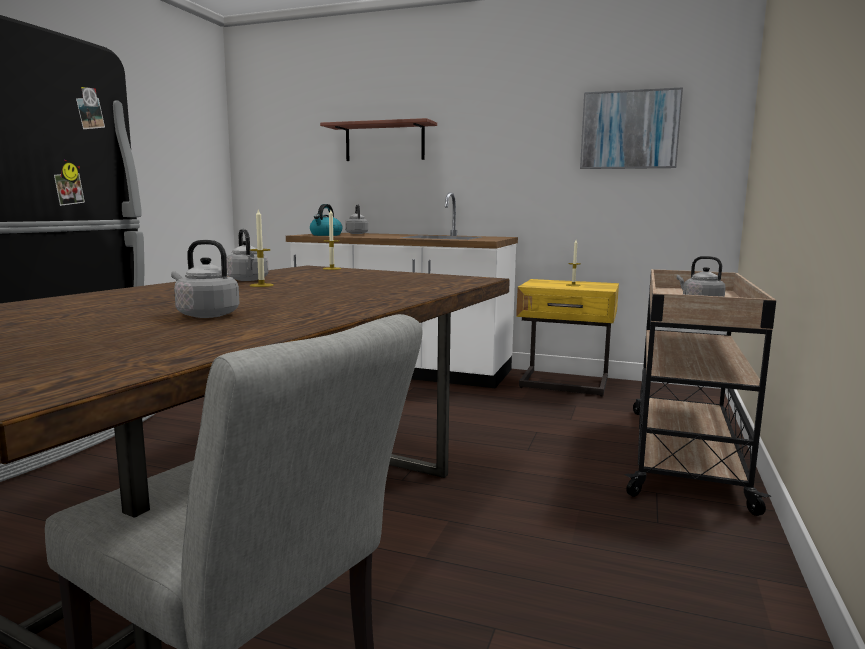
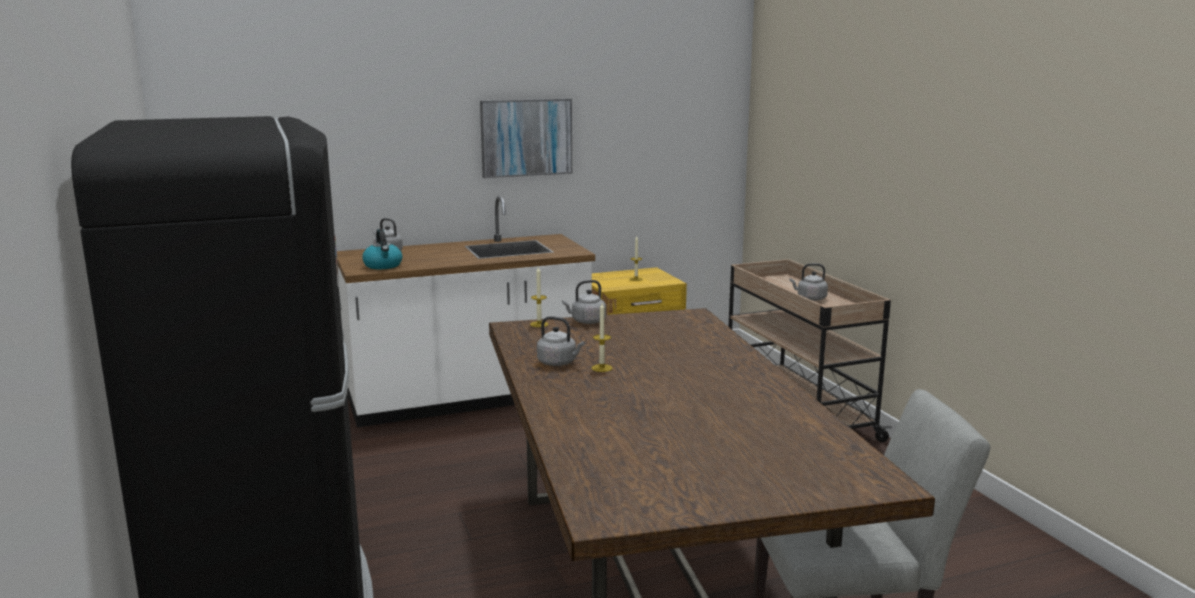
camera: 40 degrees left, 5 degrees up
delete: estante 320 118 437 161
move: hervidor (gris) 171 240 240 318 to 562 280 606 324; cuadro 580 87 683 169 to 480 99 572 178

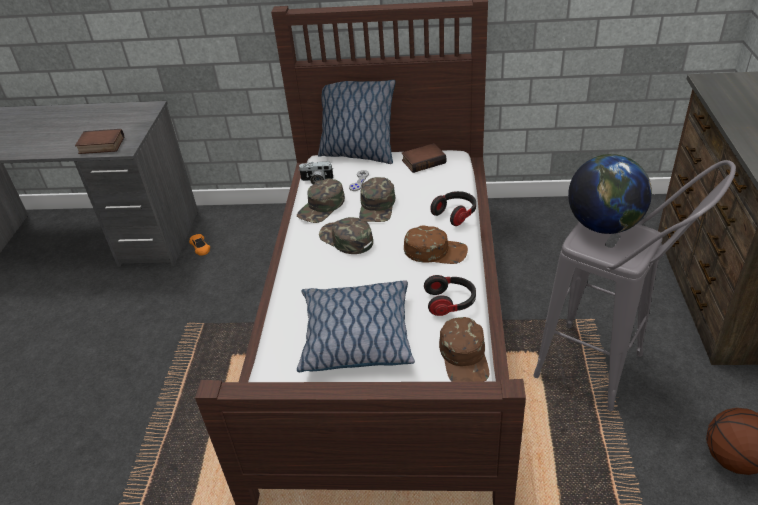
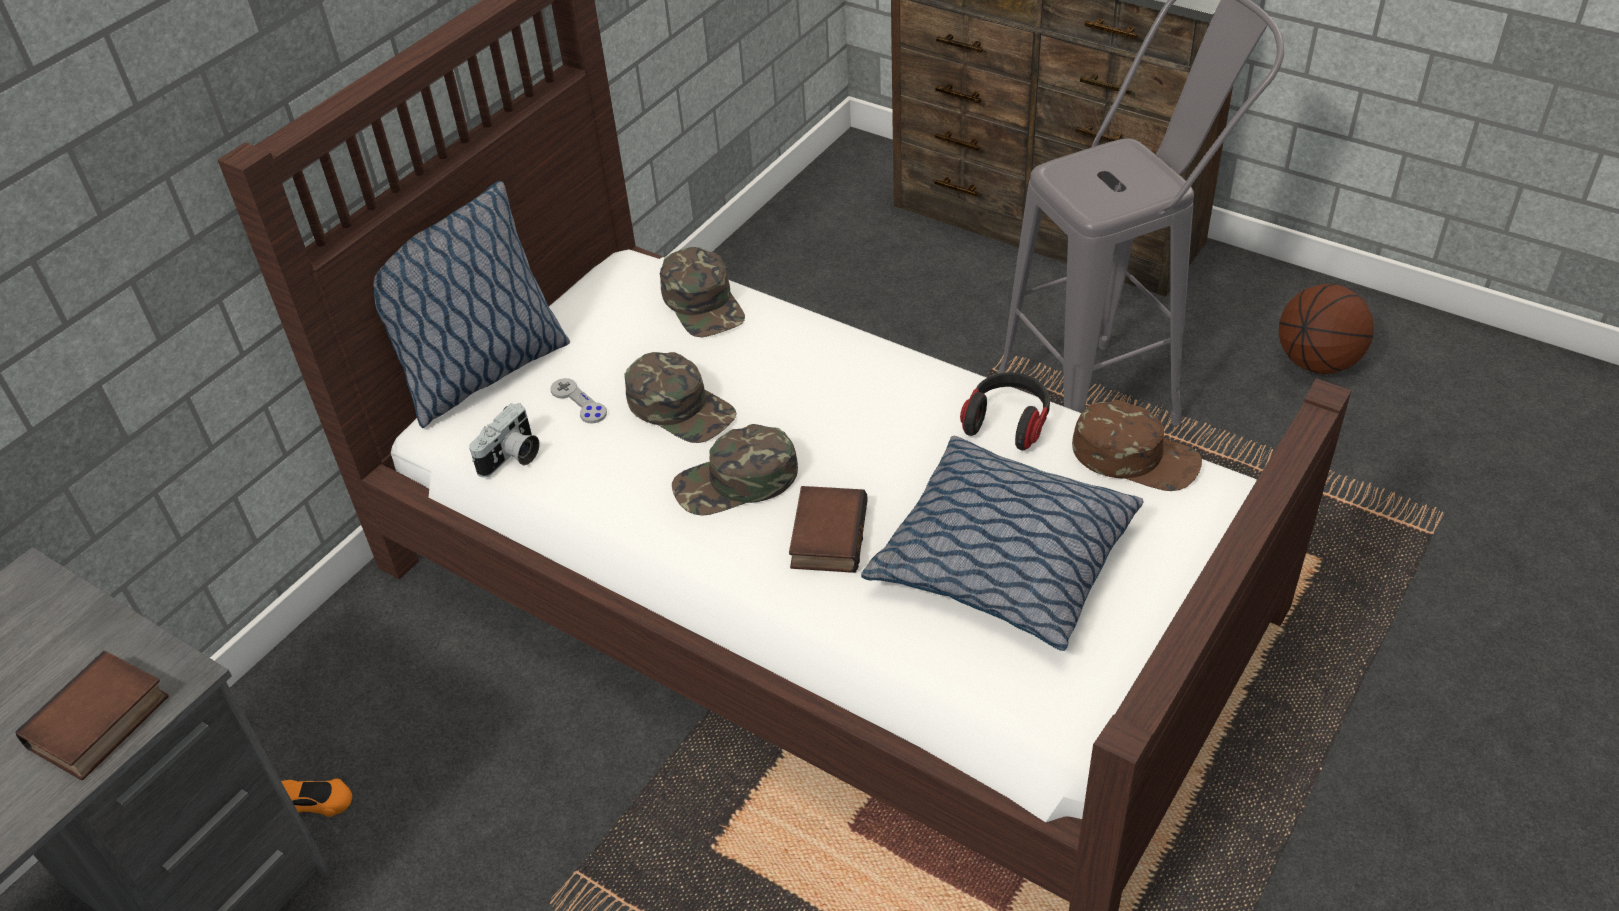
camera: 60 degrees left, 5 degrees up
delete: gorra (marrón) 404 226 468 264; auriculares 430 191 476 226; globo terráqueo 568 154 652 234
move: gorra (verde) 297 179 345 223 to 660 247 745 337; libro 402 143 446 173 to 789 486 867 573

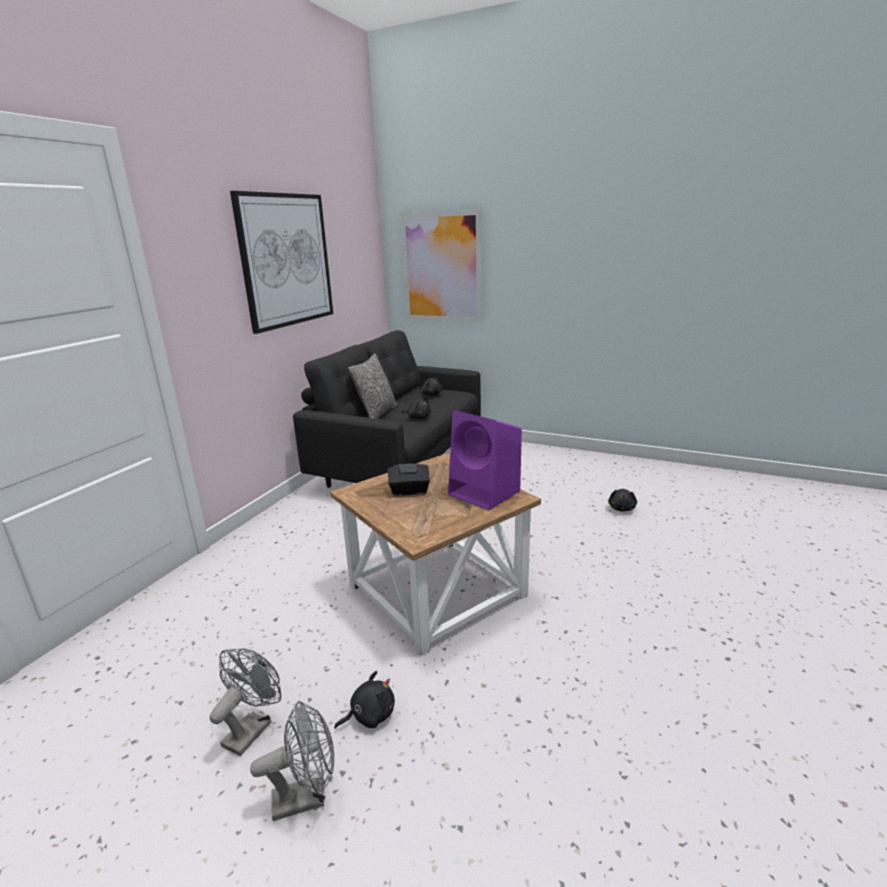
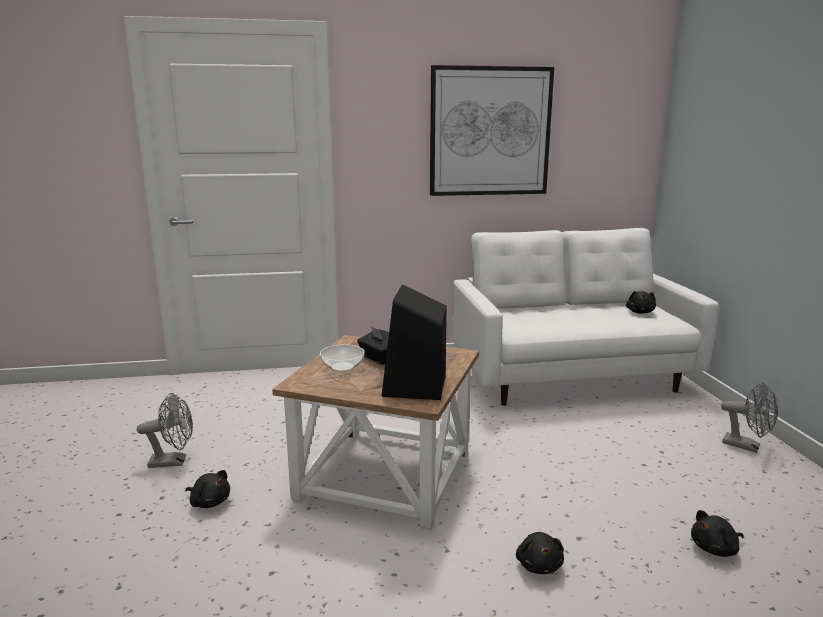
camera: 55 degrees right, 5 degrees down
delete: cojín 348 353 397 419; cuadro 401 210 482 322
insert: cuenco 320 345 365 372
move: ventilador (gris) 250 701 334 821 to 721 382 778 453; peluche (negro) 401 397 431 419 to 516 532 564 574
recolor: sofá (negro) 293 330 481 488 to sofá (blanco) 452 228 719 406; altavoz (morado) 448 410 522 510 to altavoz (negro) 381 284 447 400

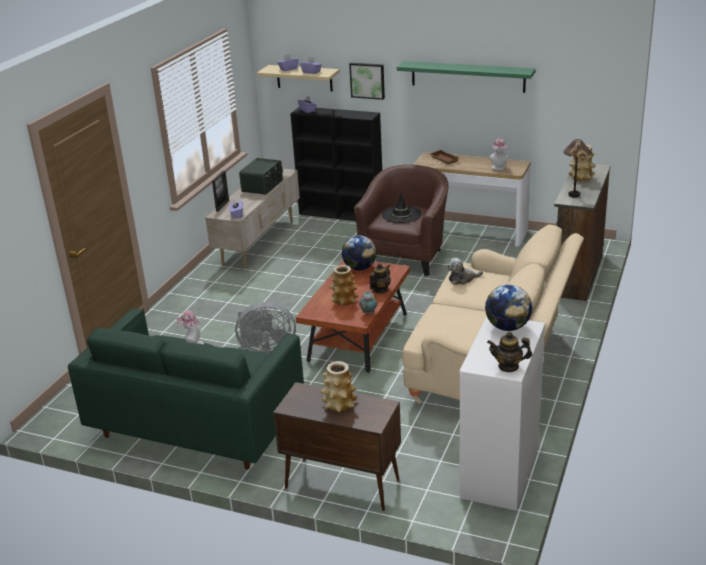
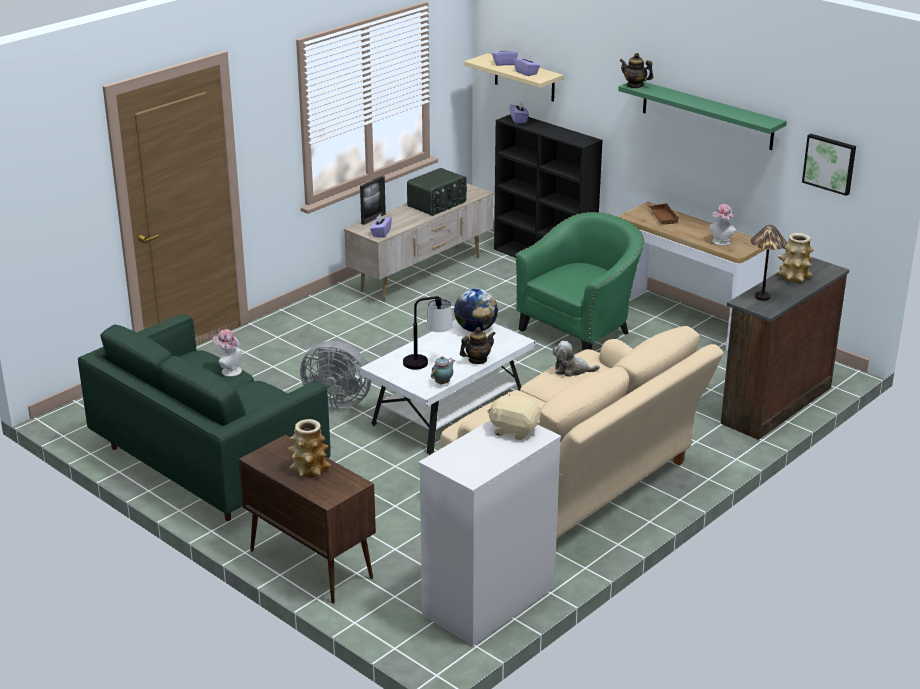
camera: 20 degrees right, 0 degrees up
delete: sombrero (negro) 382 192 422 223
move: cuadro 349 63 385 100 to 802 134 856 196; tetera 487 332 532 372 to 620 53 654 89
replace: florero 329 265 359 305 to lámpara de mesa 403 296 453 370; globo terráqueo 485 285 532 331 to peluche (beis) 487 392 541 440
recolor: mesa de centro (marrón) 296 260 410 373 to mesa de centro (blanco) 360 320 535 455; sillón (marrón) 354 164 448 276 to sillón (verde) 516 212 644 351

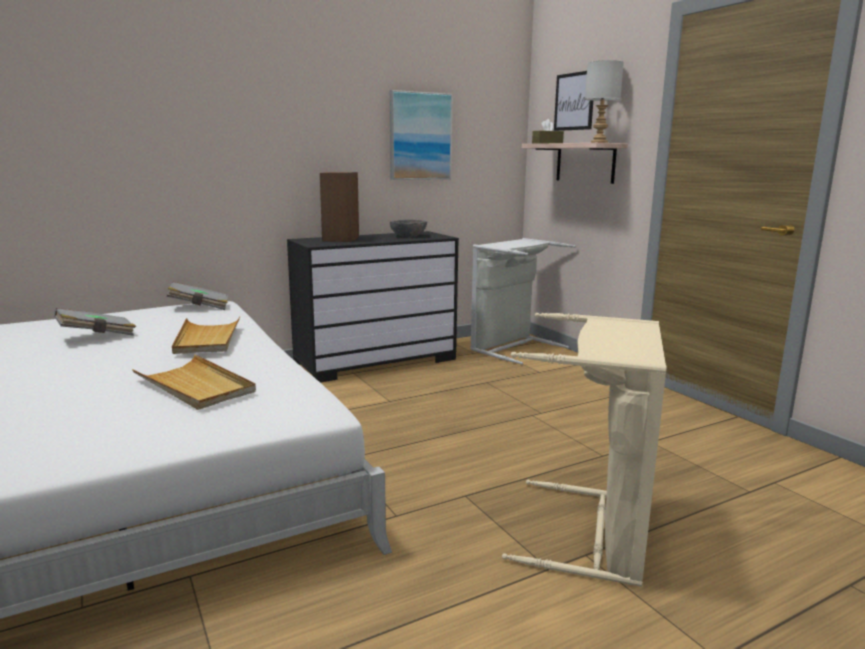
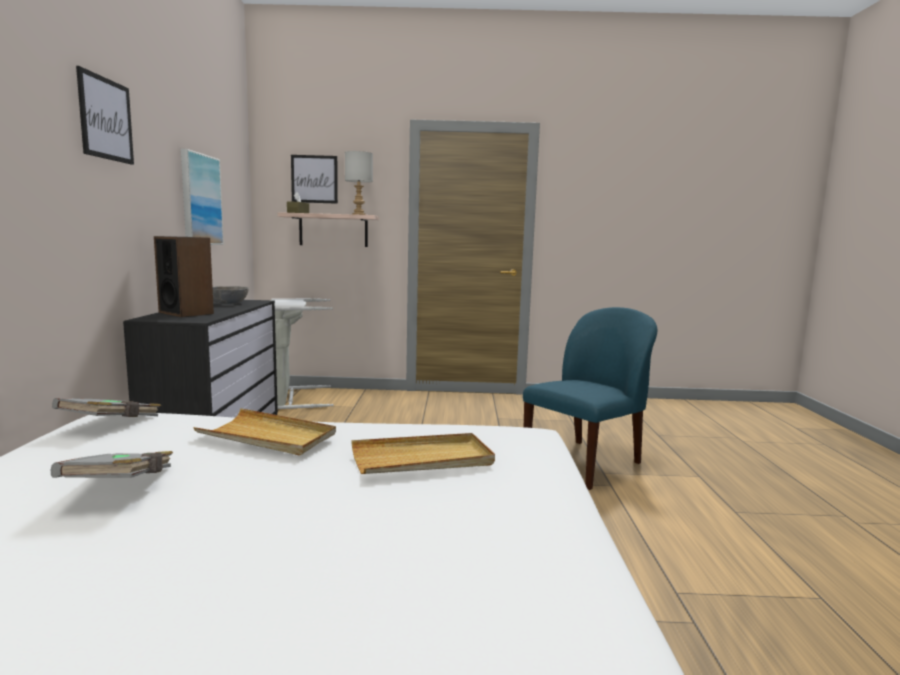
camera: 60 degrees left, 5 degrees down
insert: cuadro 76 66 134 165
replace: cesto de la ropa (beis) 502 313 667 587 to silla (azul) 523 307 657 490

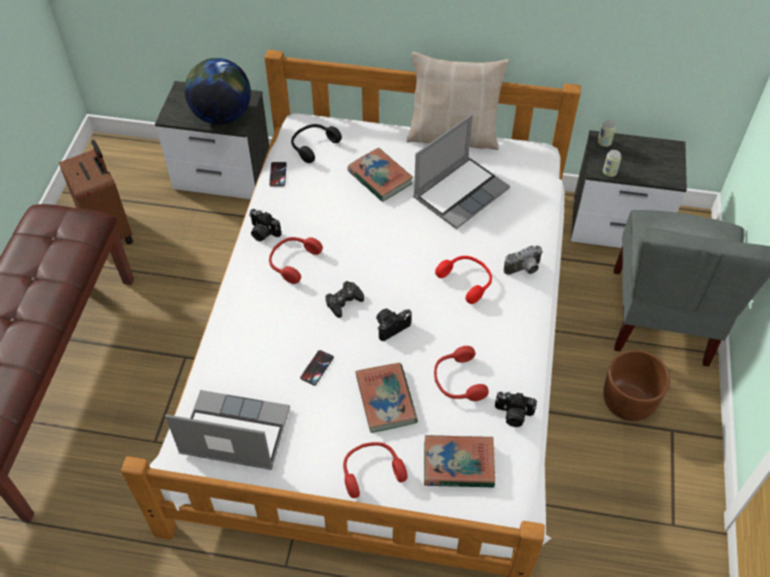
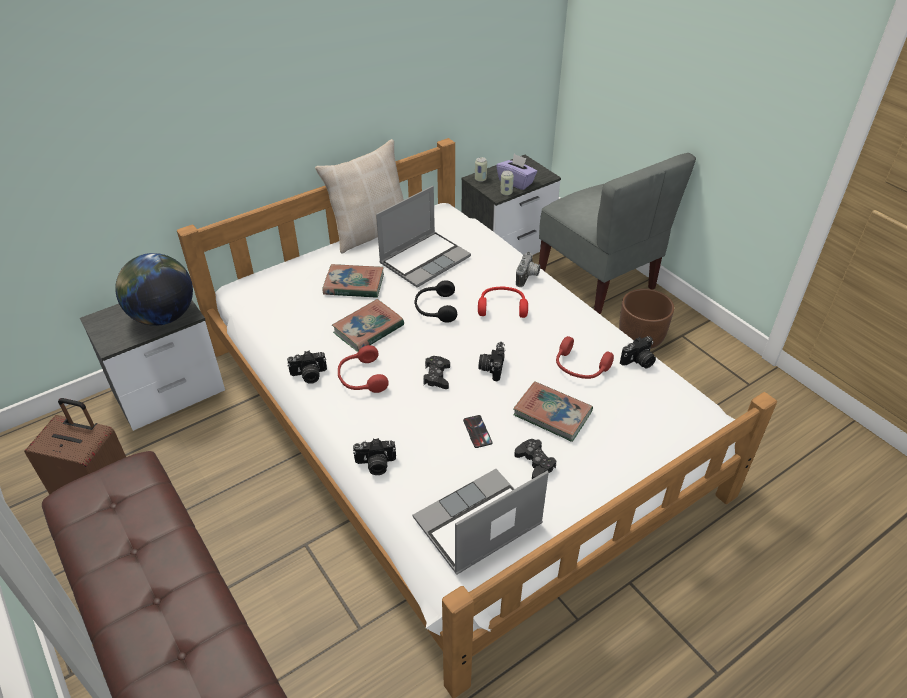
camera: 45 degrees left, 10 degrees down
delete: móvil 269 162 287 187; auriculares (rojo) 343 442 408 498
insert: cámara 353 438 396 475; caja de pañuelos (morado) 496 154 537 190; mando de consola (negro) 514 439 556 479
move: auriculares (negro) 291 124 342 163 to 414 280 457 323; libro 424 435 495 488 to 332 299 404 352
rotate: portátil 413 114 510 229 = 376 186 471 288 45 degrees clockwise

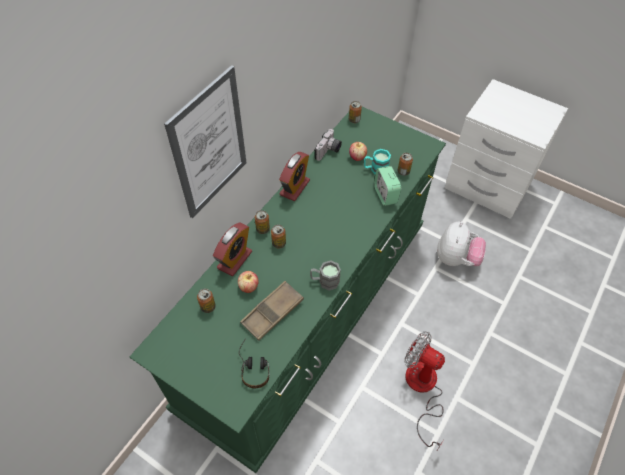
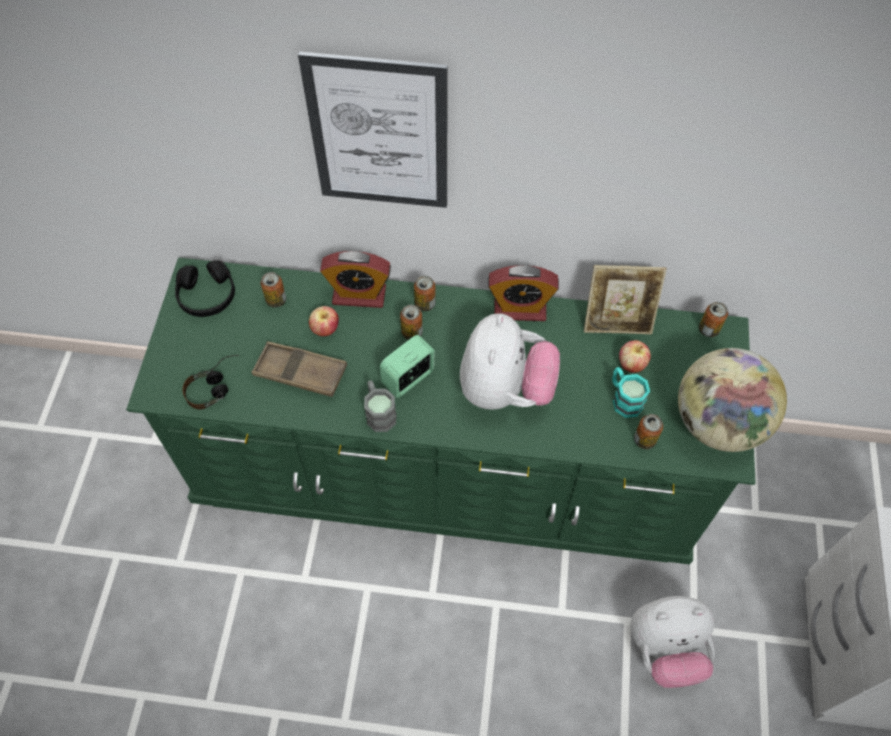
camera: 65 degrees right, 5 degrees up
delete: ventilador 405 331 445 450
insert: auriculares (negro) 175 260 235 317; peluche 460 313 560 410; globo terráqueo 678 348 787 452
move: despertador 374 166 401 206 to 380 335 435 398
replace: cámara 314 129 342 161 to portarretratos 584 265 667 334

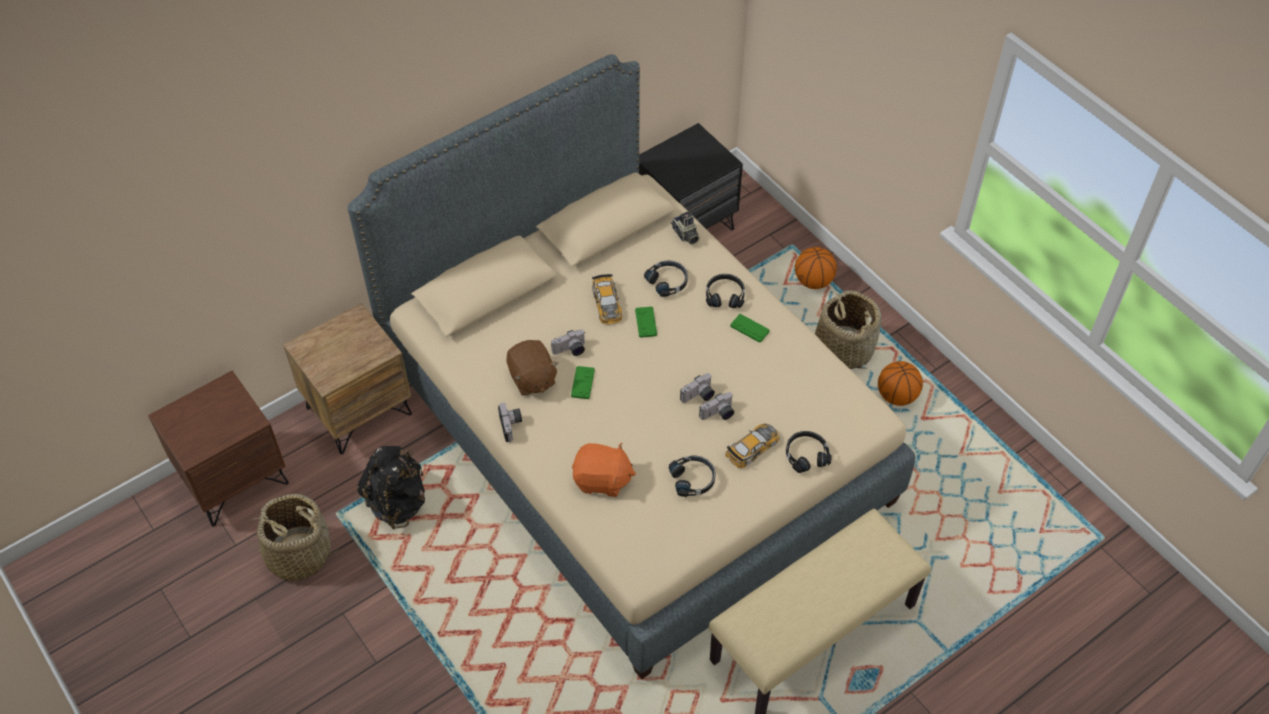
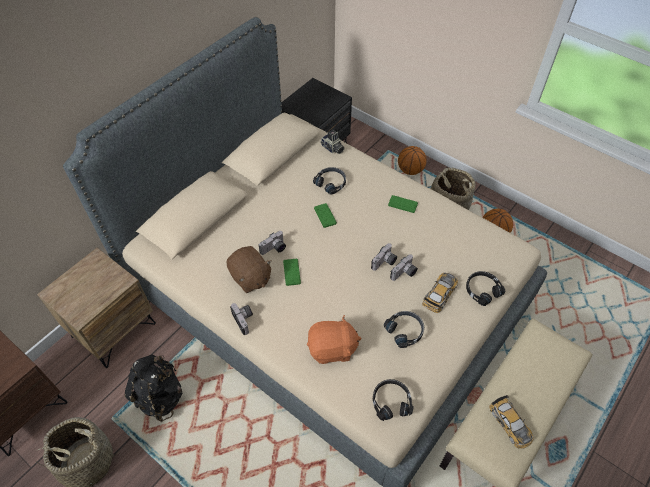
camera: 15 degrees left, 0 degrees up
move: coche de juguete 592 274 622 324 to 489 395 534 449; auriculares (negro) 706 274 745 308 to 373 379 414 421

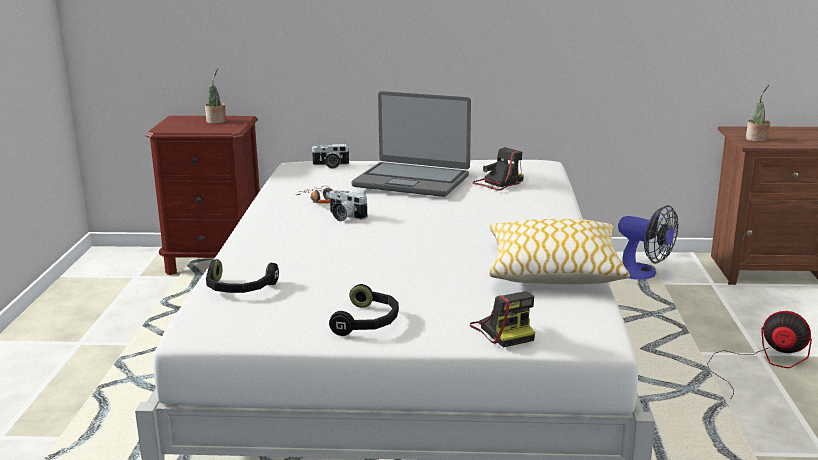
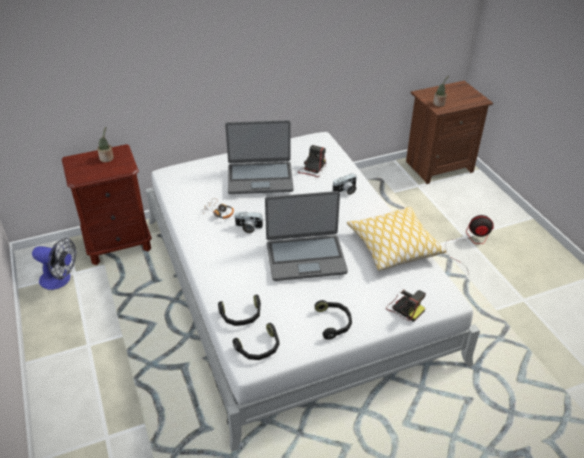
camera: 25 degrees left, 20 degrees up
insert: auriculares (negro) 233 323 279 360; portátil 265 191 348 281
move: cámara 312 144 350 169 to 332 173 357 195; ventilador 618 205 678 280 to 32 238 76 290

